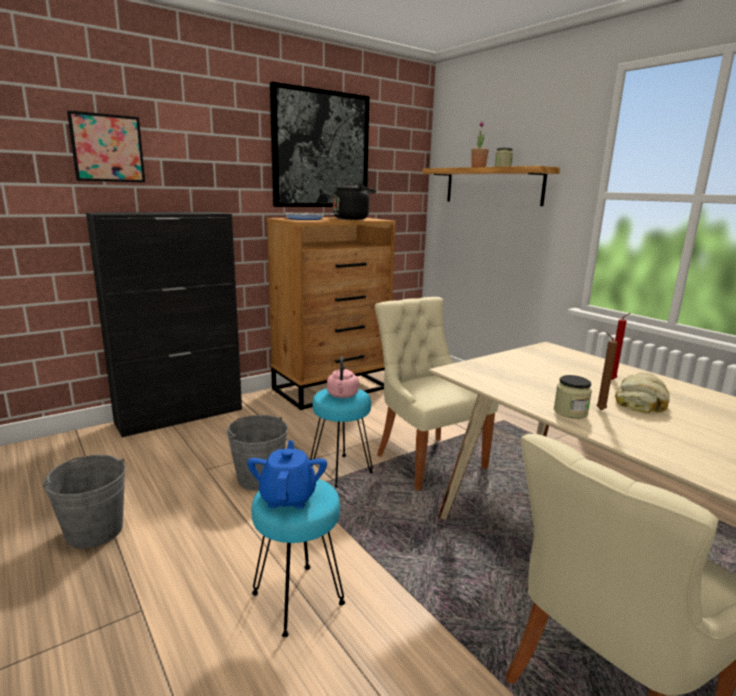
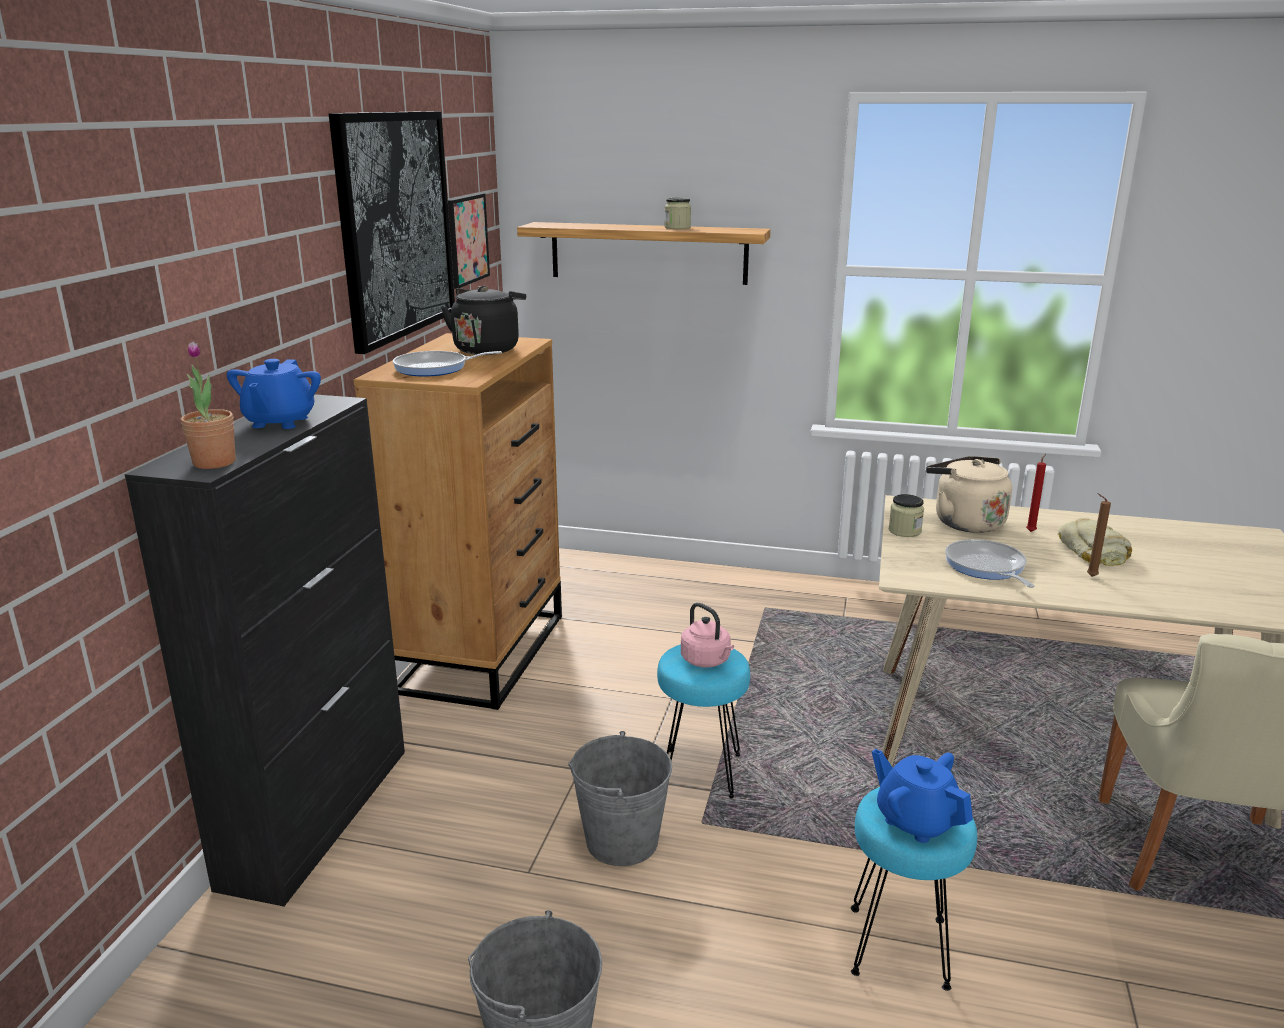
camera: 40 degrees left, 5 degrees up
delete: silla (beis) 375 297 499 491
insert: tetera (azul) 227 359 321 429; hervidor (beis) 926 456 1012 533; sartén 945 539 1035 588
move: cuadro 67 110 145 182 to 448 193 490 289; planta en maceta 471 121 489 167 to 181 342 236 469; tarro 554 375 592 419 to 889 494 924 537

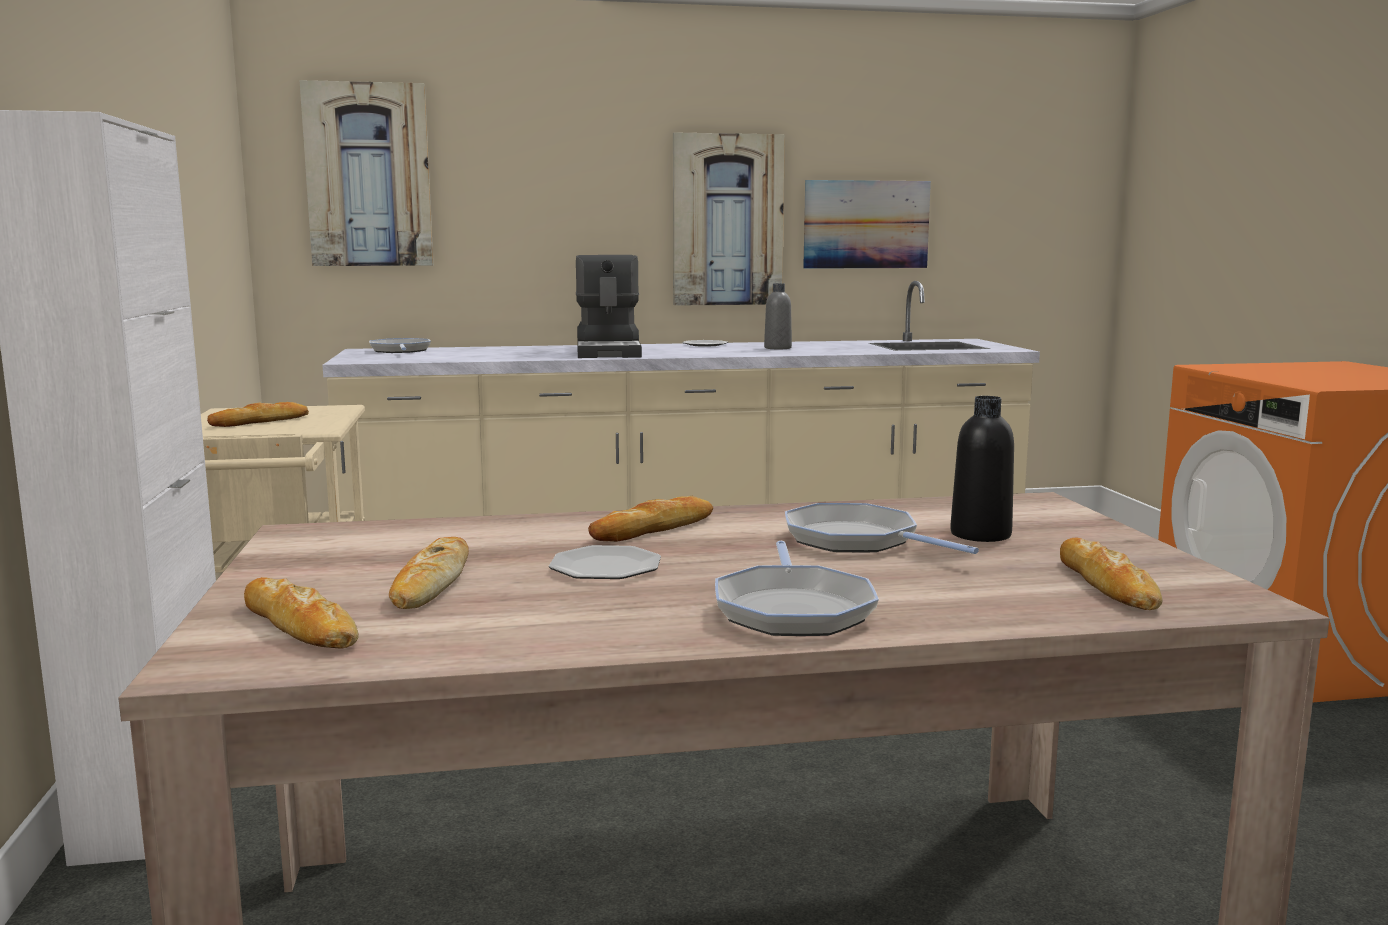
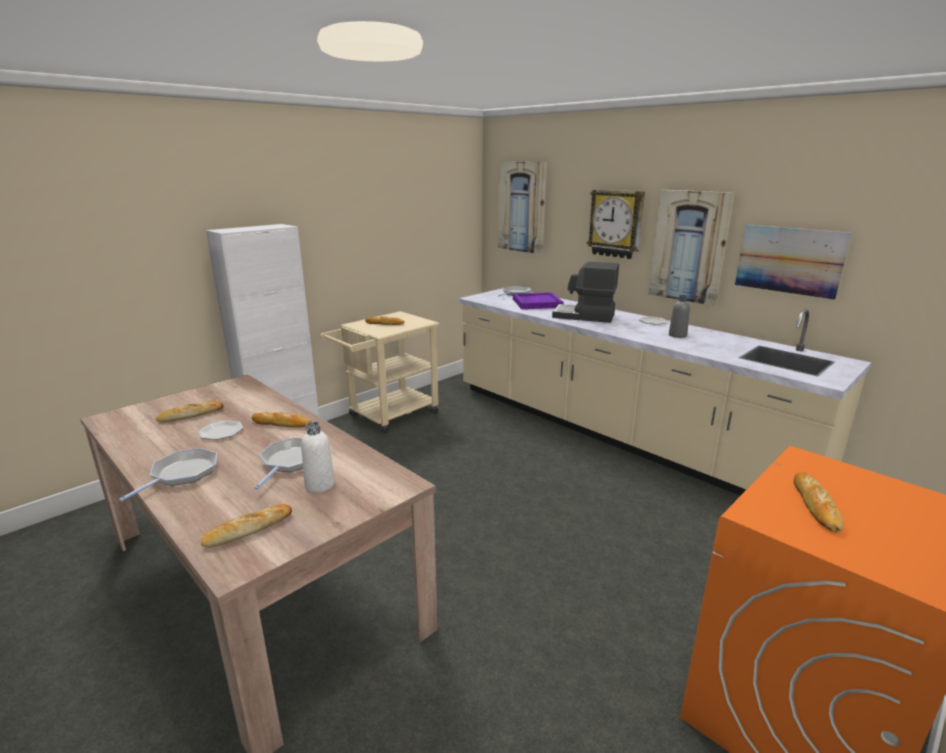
camera: 55 degrees right, 10 degrees up
insert: bandeja (morado) 513 292 564 309; reloj de pared 587 189 645 259
move: pan 244 577 359 649 to 794 472 843 532
recolor: botella (negro) 950 396 1014 542 to botella (blanco) 301 422 335 493
rotate: cafetera 576 255 642 358 = 552 262 619 323 60 degrees clockwise; sartén 715 541 879 636 = 119 448 217 501 150 degrees clockwise

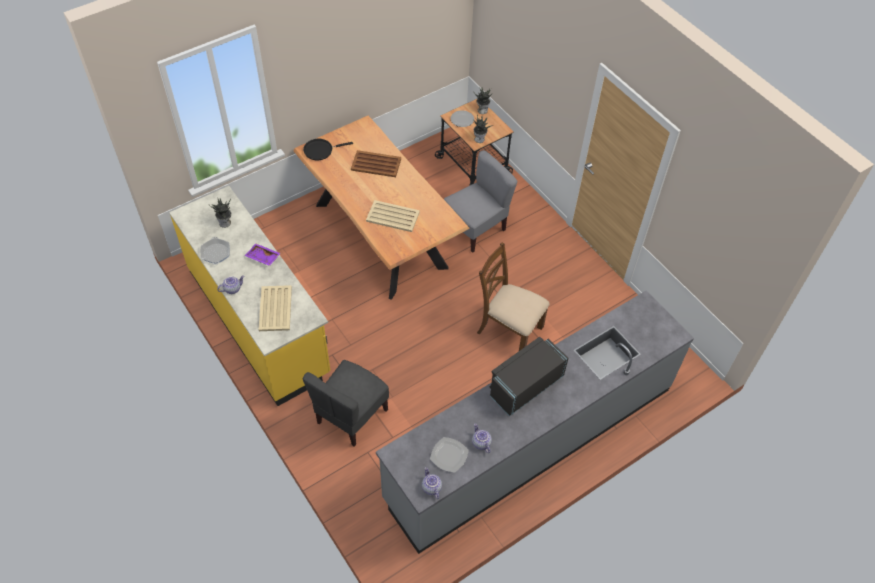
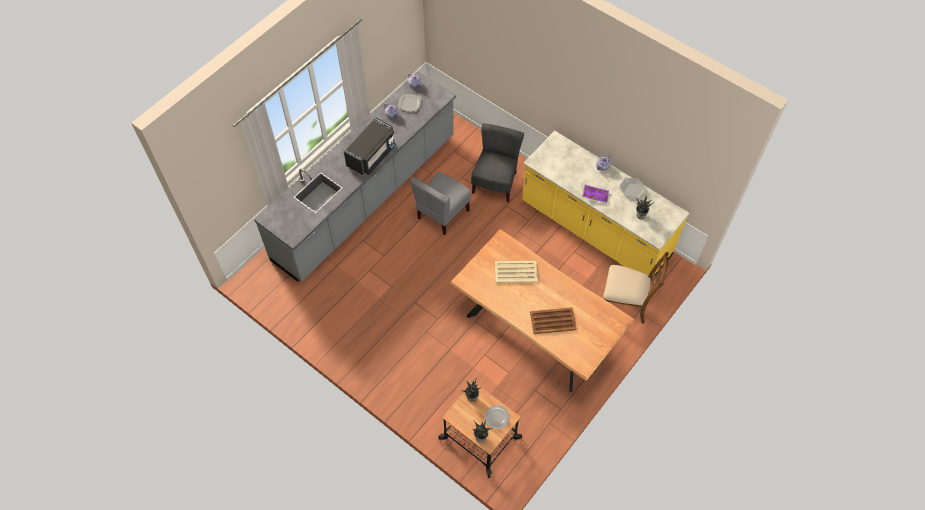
camera: 165 degrees right, 5 degrees up
delete: bandeja (beis) 259 285 292 331; sartén (negro) 303 139 353 160
move: silla (gris) 444 150 517 253 to 410 172 471 235; silla (marrón) 477 243 550 351 to 603 252 669 324

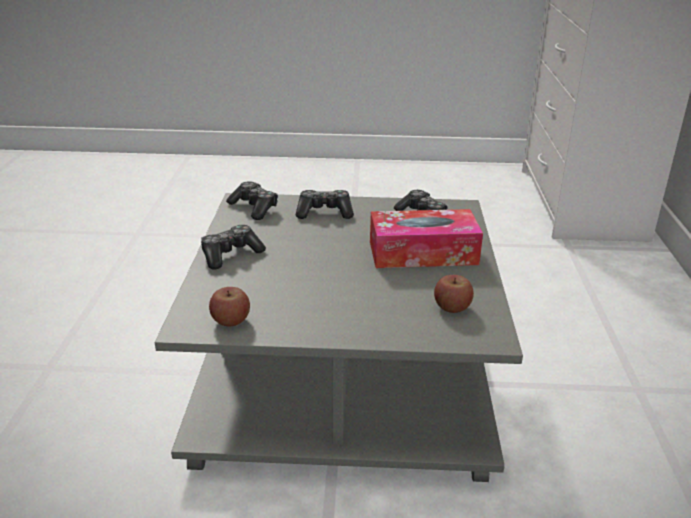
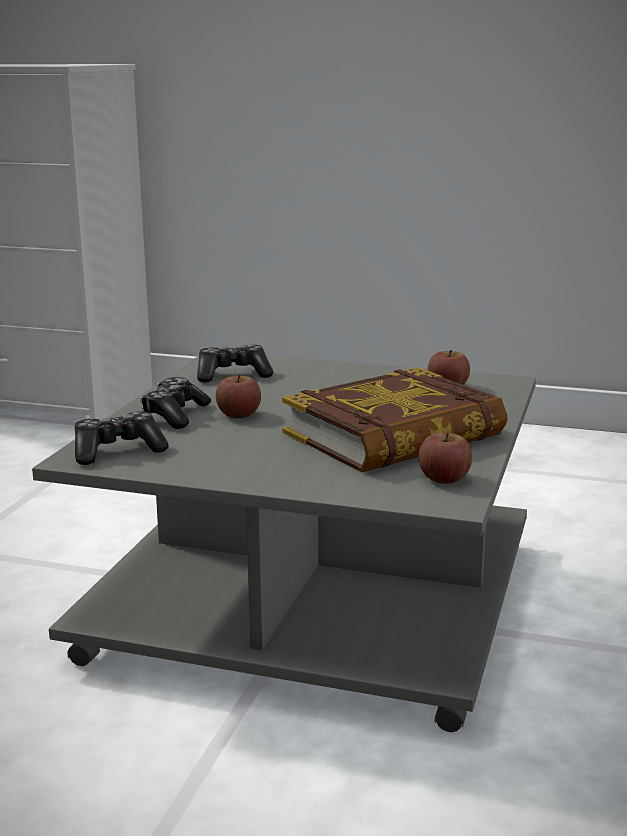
camera: 75 degrees left, 10 degrees down
delete: mando de consola 201 225 266 270; caja de pañuelos 370 209 483 268
insert: manzana 216 375 261 418; libro 282 367 507 472

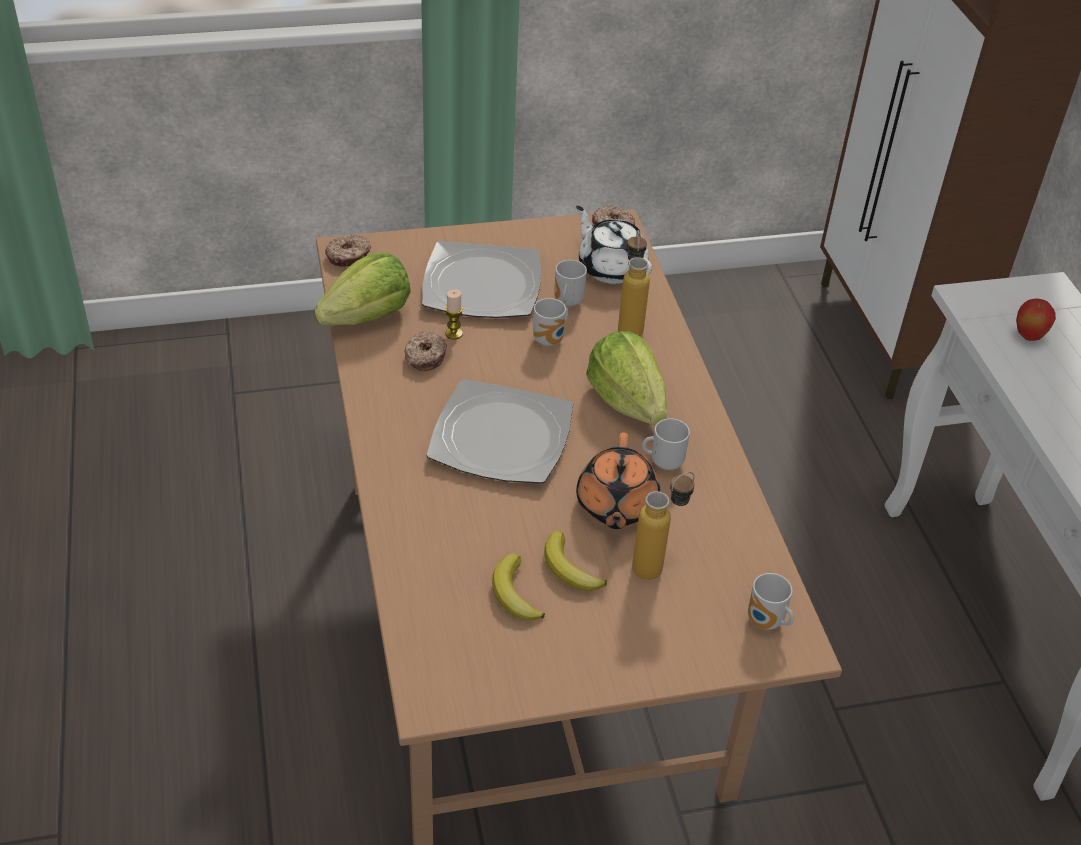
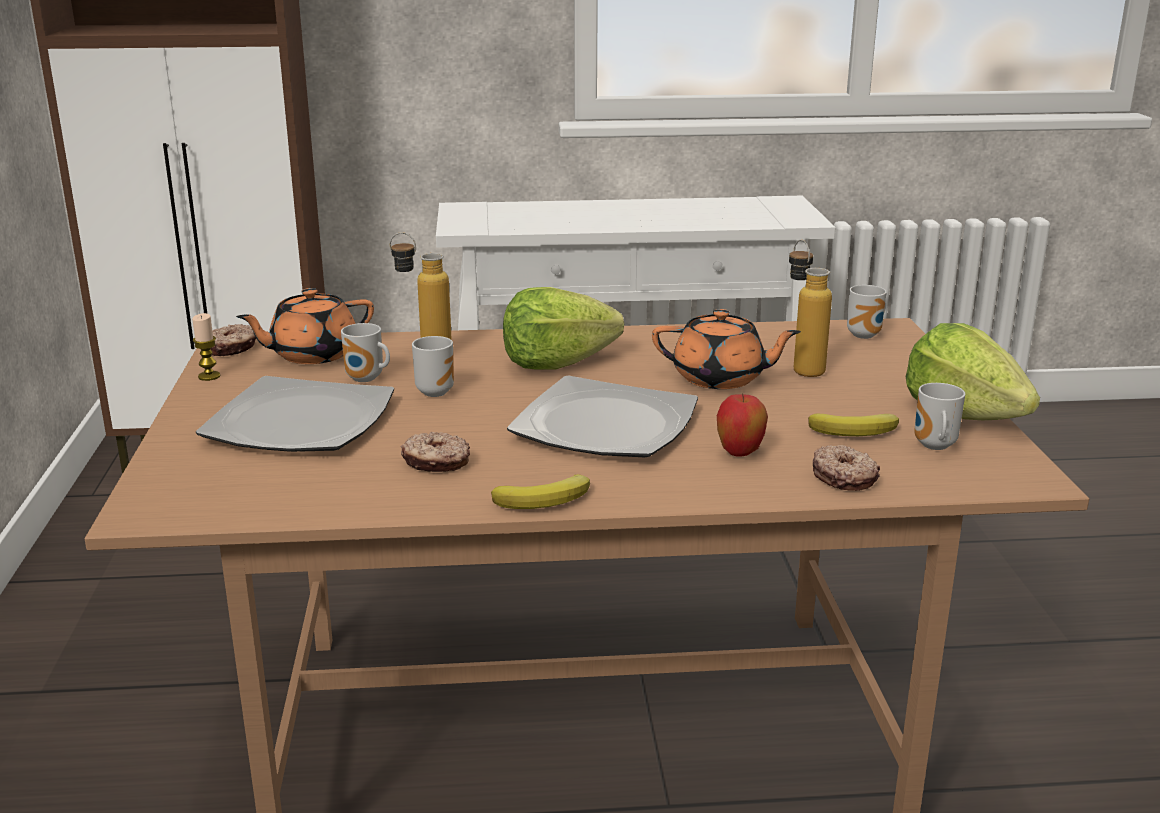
camera: 80 degrees left, 20 degrees down
move: lechuga 315 252 411 325 to 906 323 1040 420; rosquilla 325 235 371 267 to 813 445 880 491; vela 445 289 463 340 to 192 313 220 381; plátano 544 531 607 591 to 491 474 590 509; taza grande 642 418 690 470 to 914 383 965 450; manzana 1016 298 1056 341 to 717 393 768 457
recolor: tetera (blanco) 576 205 652 284 to tetera (naranja) 236 288 374 364

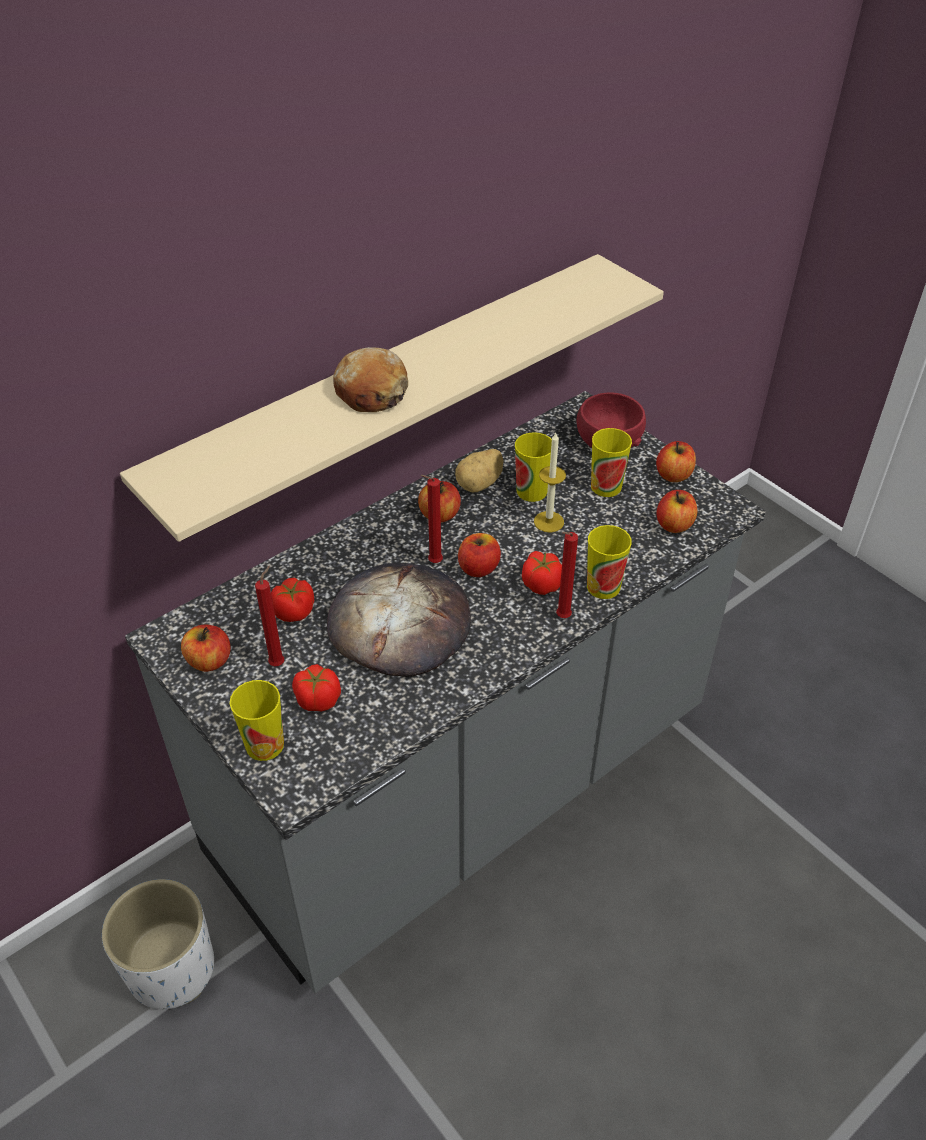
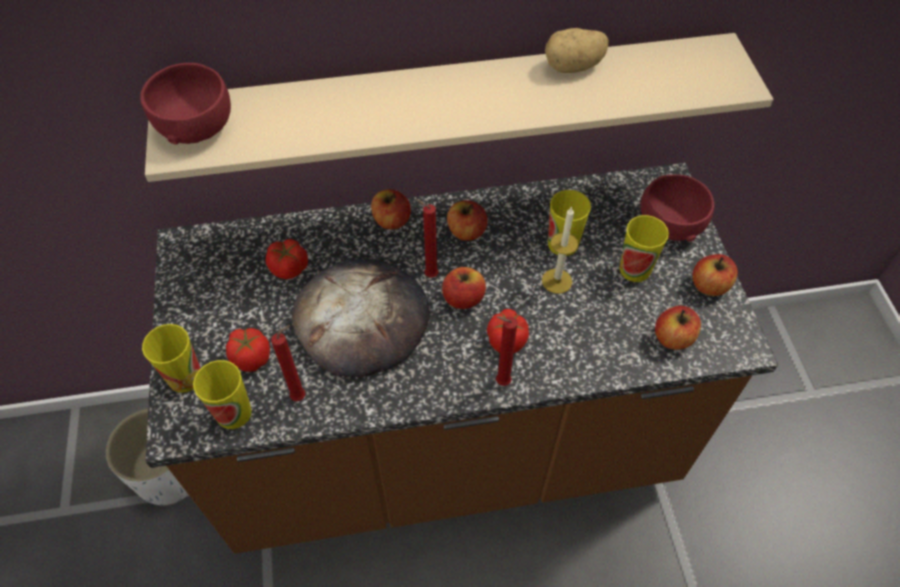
camera: 30 degrees right, 10 degrees up
delete: pan 333 347 408 412
insert: cuenco (rojo) 140 63 231 144
move: manzana 181 625 231 672 to 371 189 411 229; vela (rojo) 255 566 284 666 to 271 325 305 401; patata 455 449 504 493 to 545 28 609 73; taza 587 525 632 599 to 193 360 252 429
recolor: mueble bajo de cocina (gris) 125 391 766 993 to mueble bajo de cocina (marrón) 146 163 778 554

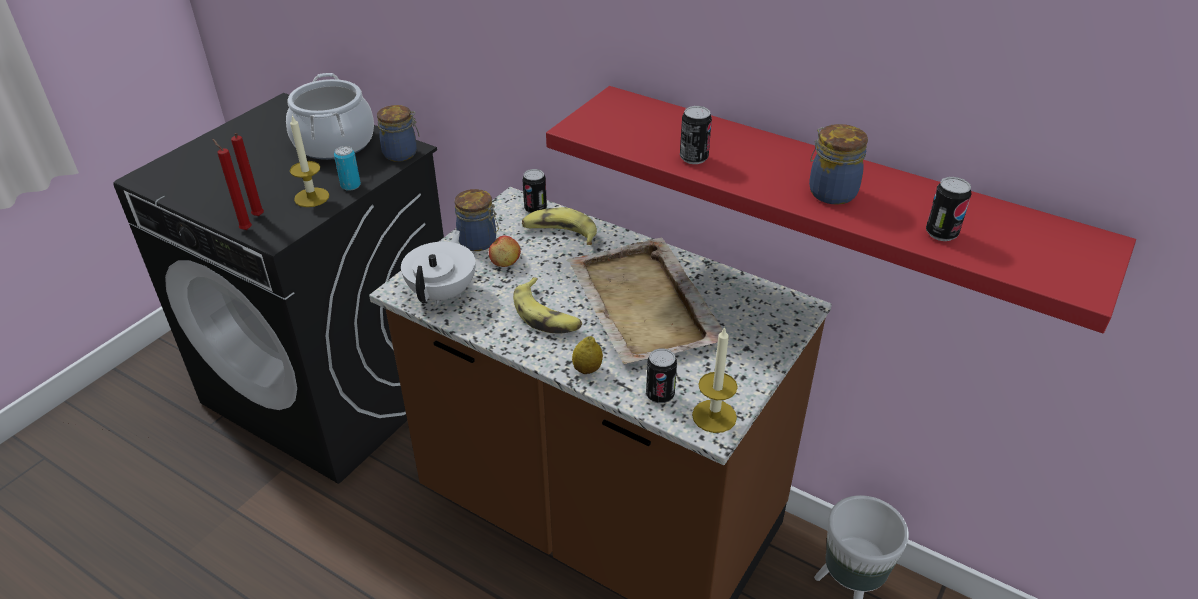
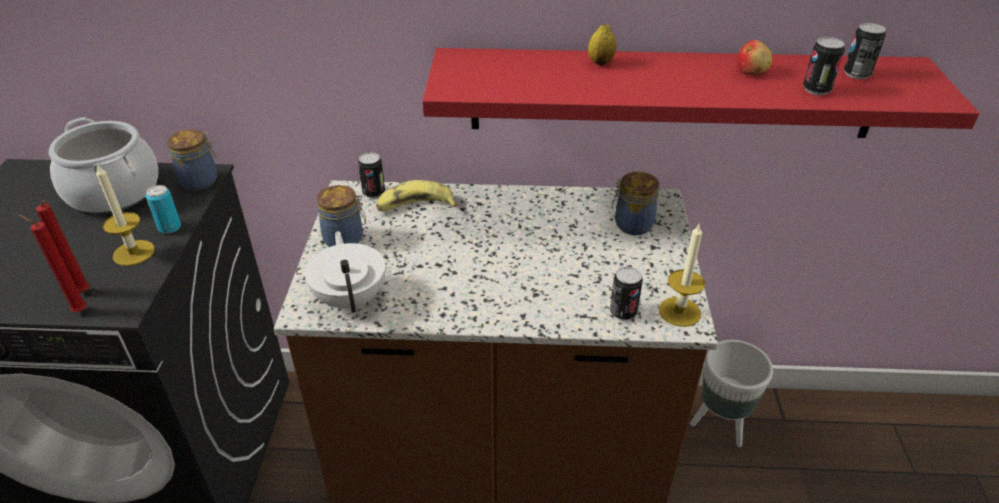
camera: 30 degrees left, 0 degrees up
delete: plátano 513 277 582 334; bandeja (beis) 567 237 729 364
move: manzana 489 236 521 267 to 737 40 772 75; limón 572 336 603 374 to 588 24 616 66; lata 680 106 712 164 to 844 23 886 79; tarro 809 124 868 205 to 612 172 659 235

